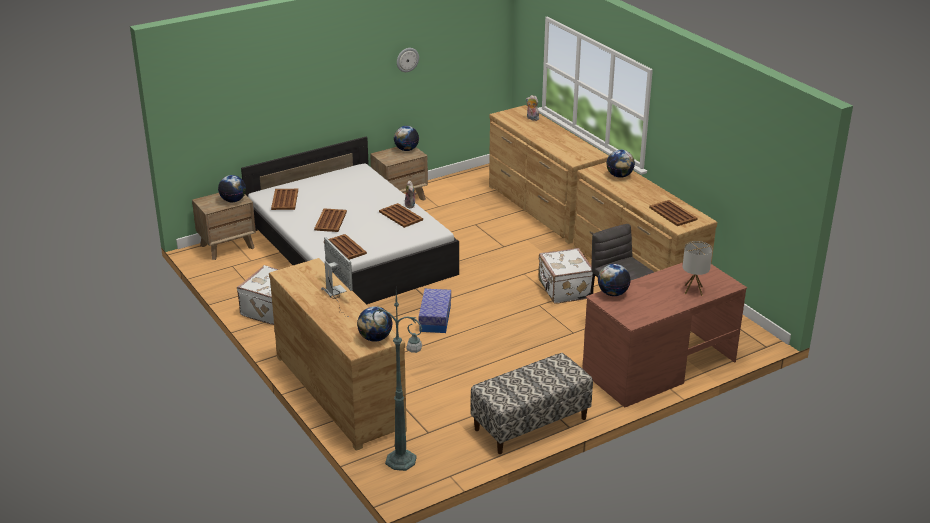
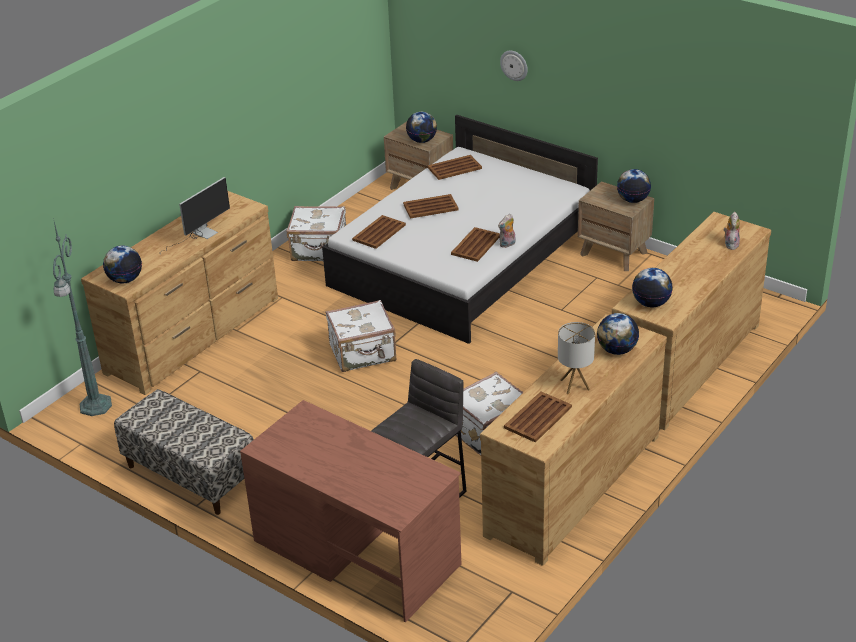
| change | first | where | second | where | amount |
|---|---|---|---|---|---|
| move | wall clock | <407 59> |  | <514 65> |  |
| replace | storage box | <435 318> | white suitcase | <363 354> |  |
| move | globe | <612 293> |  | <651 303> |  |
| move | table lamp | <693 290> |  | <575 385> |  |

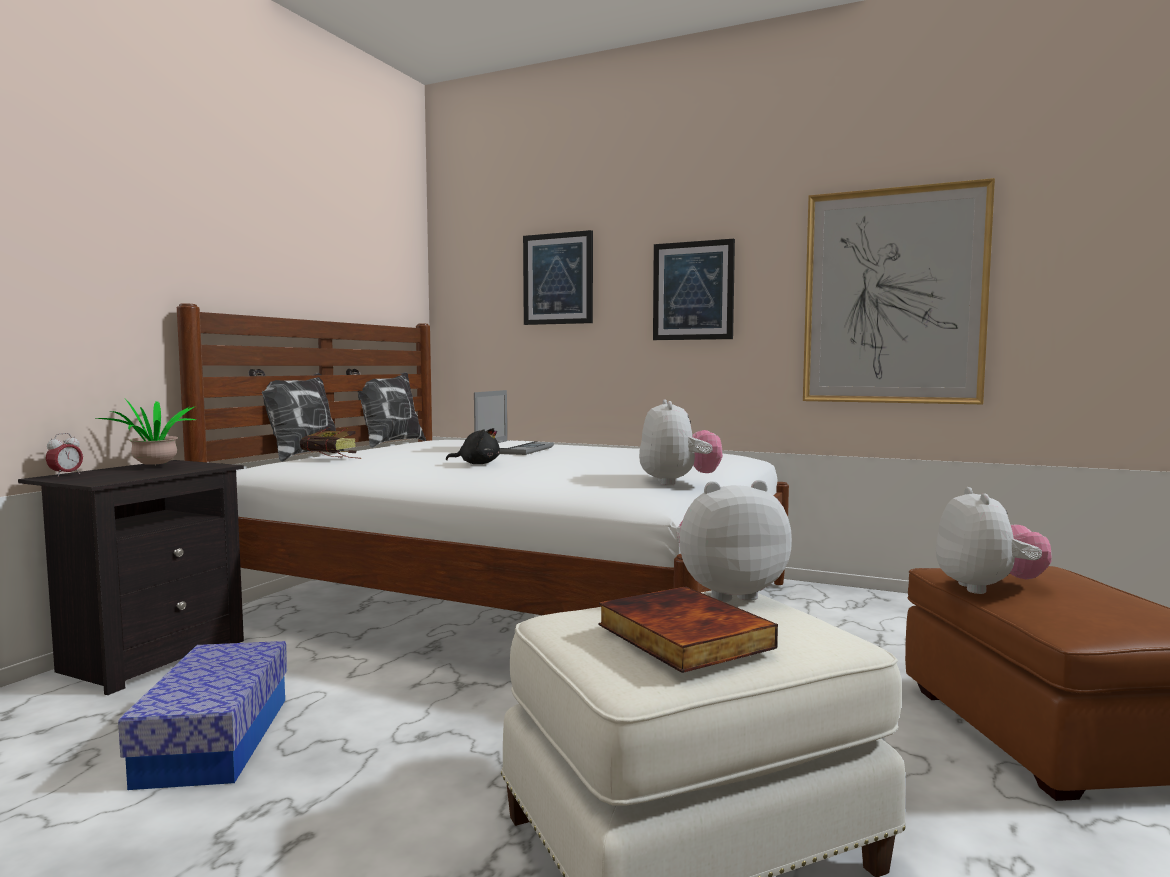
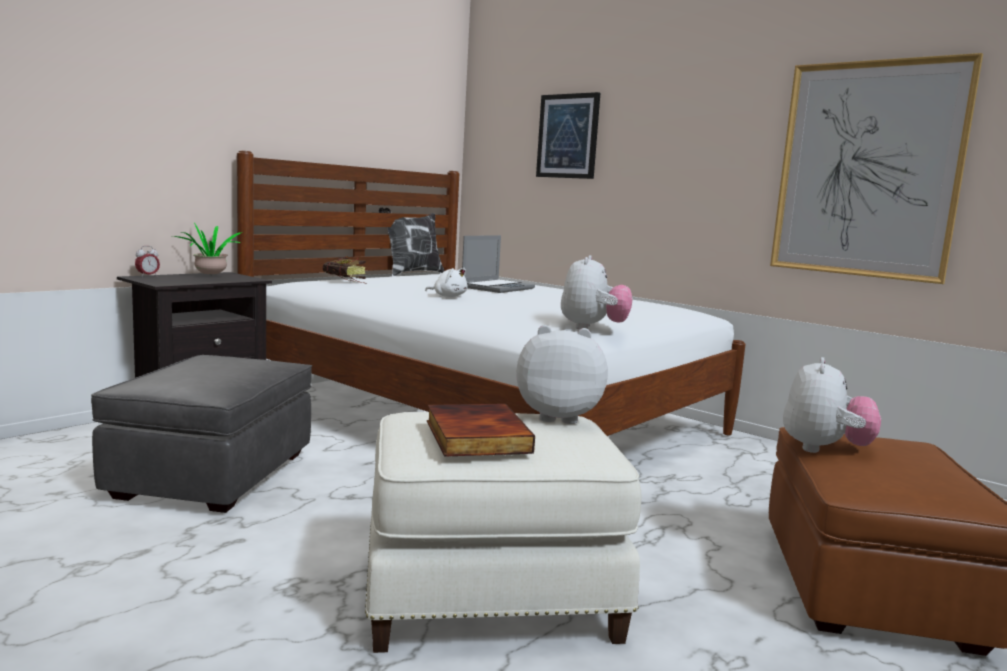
| change | first | where | second | where | amount |
|---|---|---|---|---|---|
| replace | storage box | <215 740> | grey ottoman | <214 475> |  |
| delete | pillow | <300 456> |  |  |  |
| recolor | black plush toy | <477 464> | white plush toy | <448 296> |  |
| delete | picture | <693 291> |  |  |  |

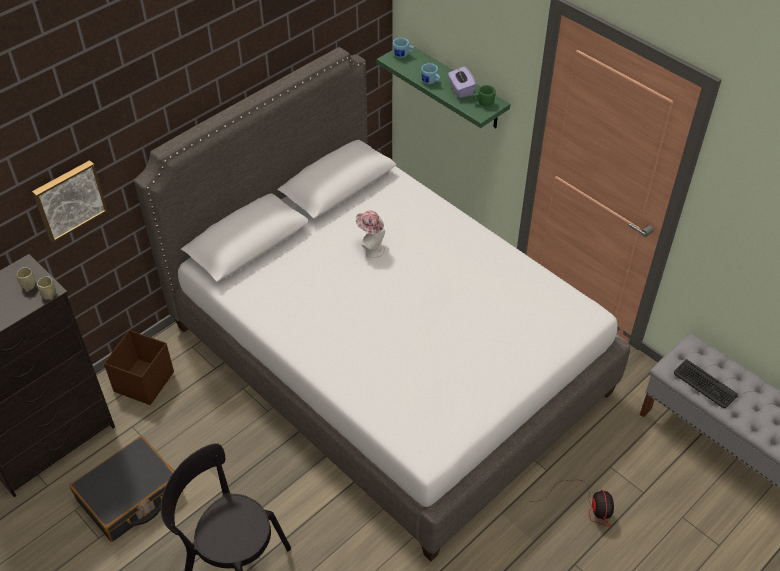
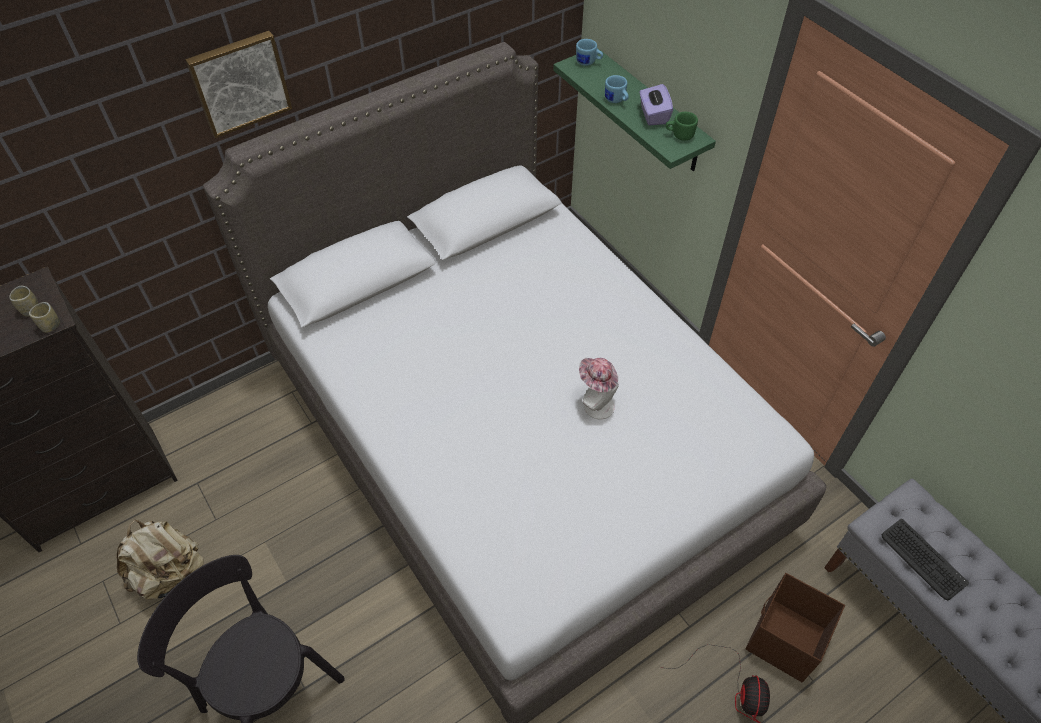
| change | first | where | second | where | amount |
|---|---|---|---|---|---|
| move | picture | <69 199> |  | <239 82> |  |
| replace | black suitcase | <130 496> | beige backpack | <171 574> |  |
| move | brown storage box | <143 382> |  | <784 640> |  |
| move | hat | <371 248> |  | <595 404> |  |

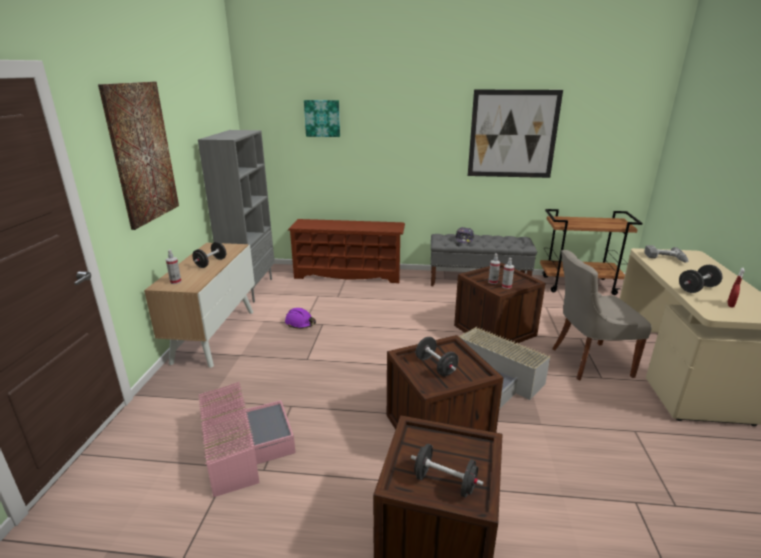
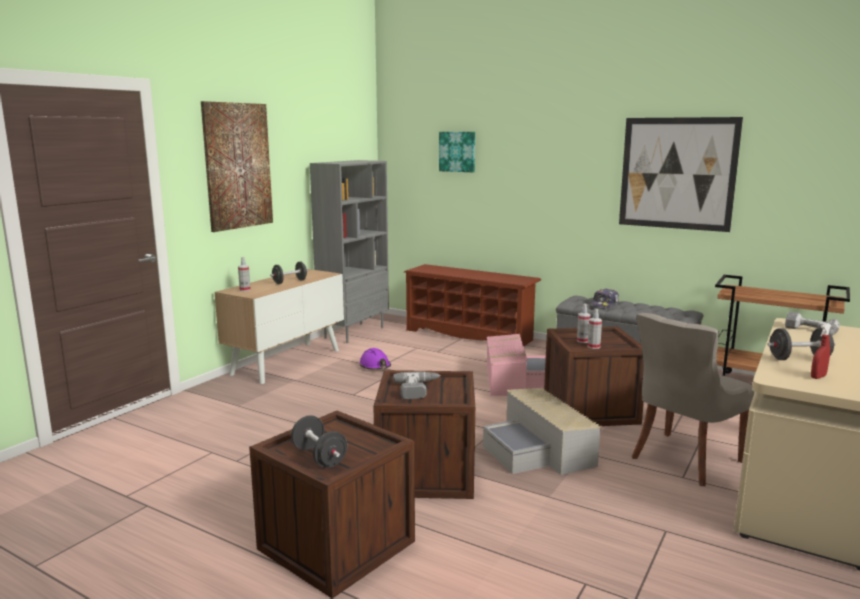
| change | first | where | second | where | amount |
|---|---|---|---|---|---|
| move | pink storage box | <243 446> |  | <515 379> |  |
| replace | black dumbbell | <436 366> | power drill | <419 389> |  |
| rotate | grey chair | <588 361> |  | <683 460> | 60 degrees counterclockwise |

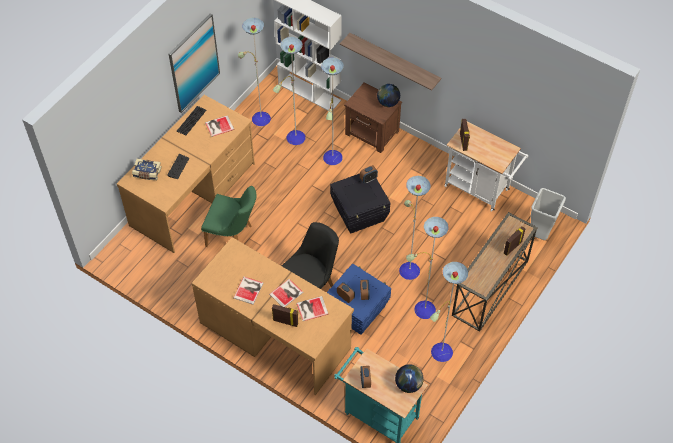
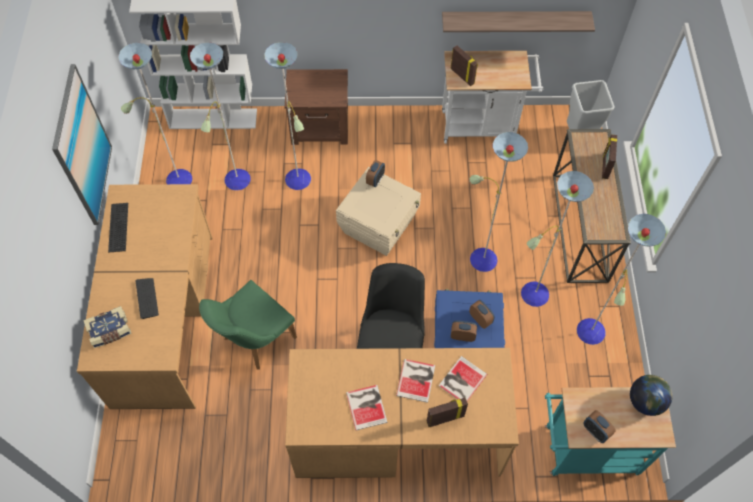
| change | first | where | second | where | amount |
|---|---|---|---|---|---|
| rotate | green chair | <233 236> |  | <254 341> | 150 degrees clockwise |
| delete | book | <218 126> |  |  |  |
| recolor | black storage box | <360 213> | beige storage box | <379 226> |  |
| move | shelf | <394 61> |  | <515 20> |  |
| delete | globe | <388 103> |  |  |  |

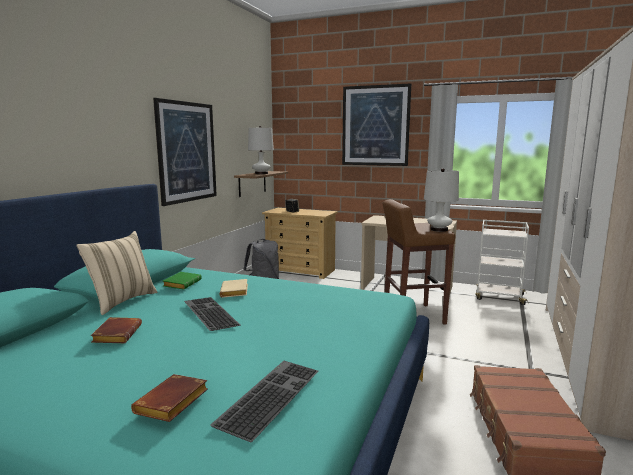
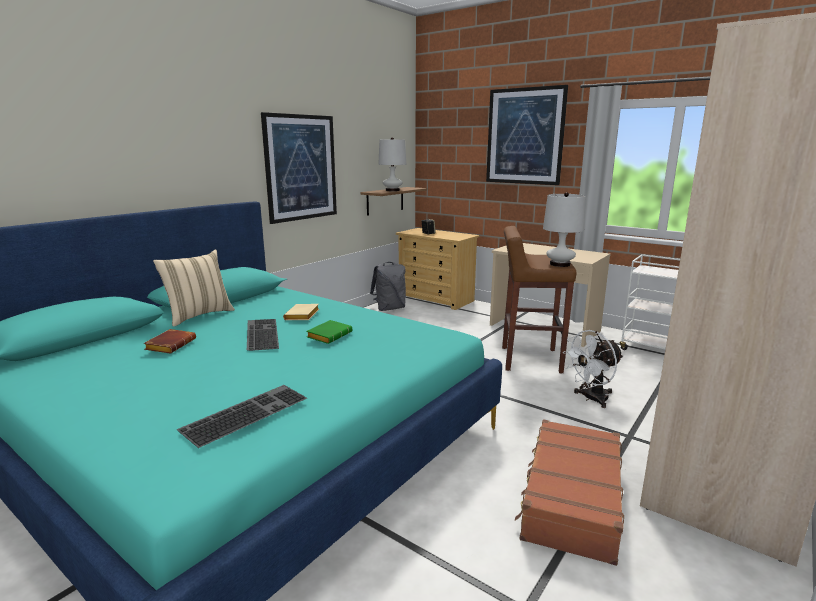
| change | first | where | second | where | amount |
|---|---|---|---|---|---|
| delete | brown book | <172 404> |  |  |  |
| move | green book | <182 283> |  | <329 335> |  |
| insert |  |  | white fan | <591 399> |  |

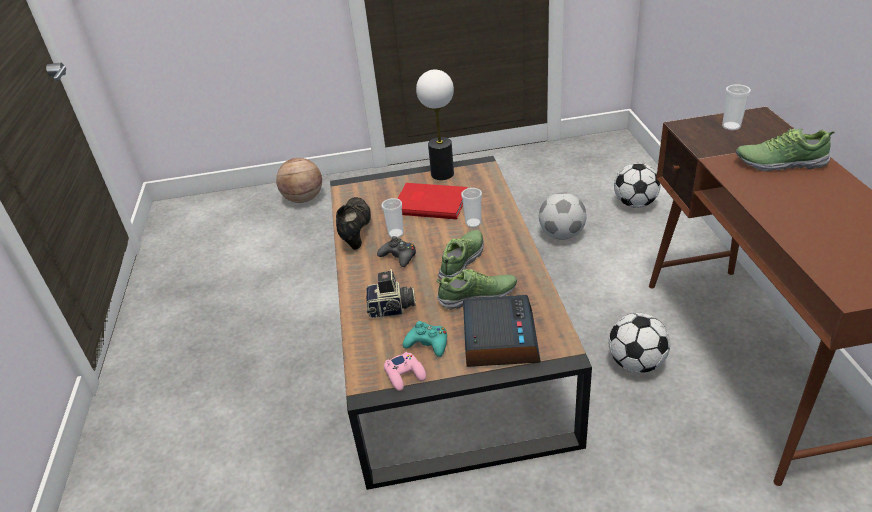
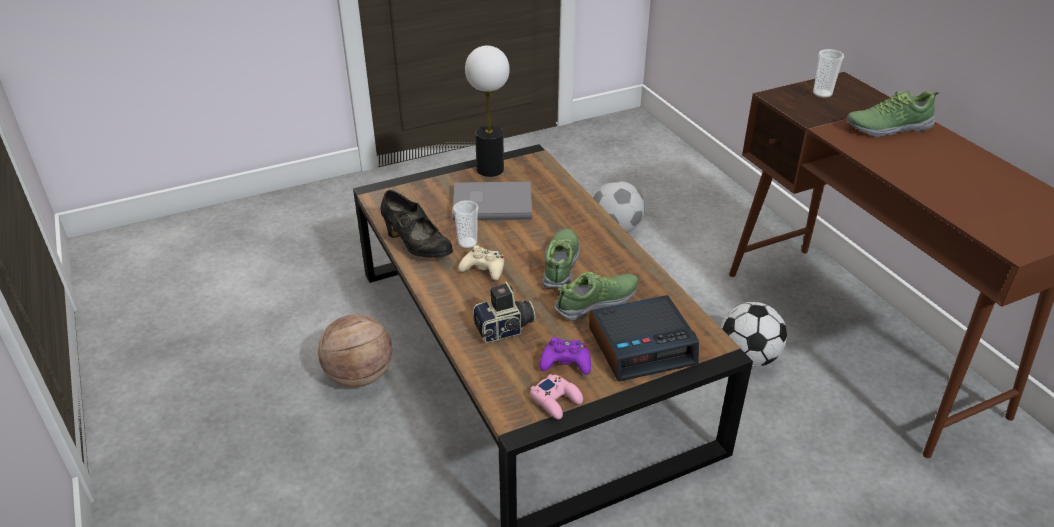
| change | first | where | second | where | amount |
|---|---|---|---|---|---|
| move | basketball | <303 199> |  | <359 376> |  |
| rotate | black shoe | <355 232> |  | <416 246> | 150 degrees clockwise |
| recolor | black game controller | <399 256> | beige game controller | <484 269> |  |
| recolor | red book | <430 202> | grey book | <491 203> |  |
| recolor | turquoise game controller | <428 343> | purple game controller | <566 362> |  |
| delete | cup | <473 223> |  |  |  |
| rotate | alarm clock | <499 338> |  | <642 345> | 90 degrees clockwise |
| delete | football | <635 204> |  |  |  |

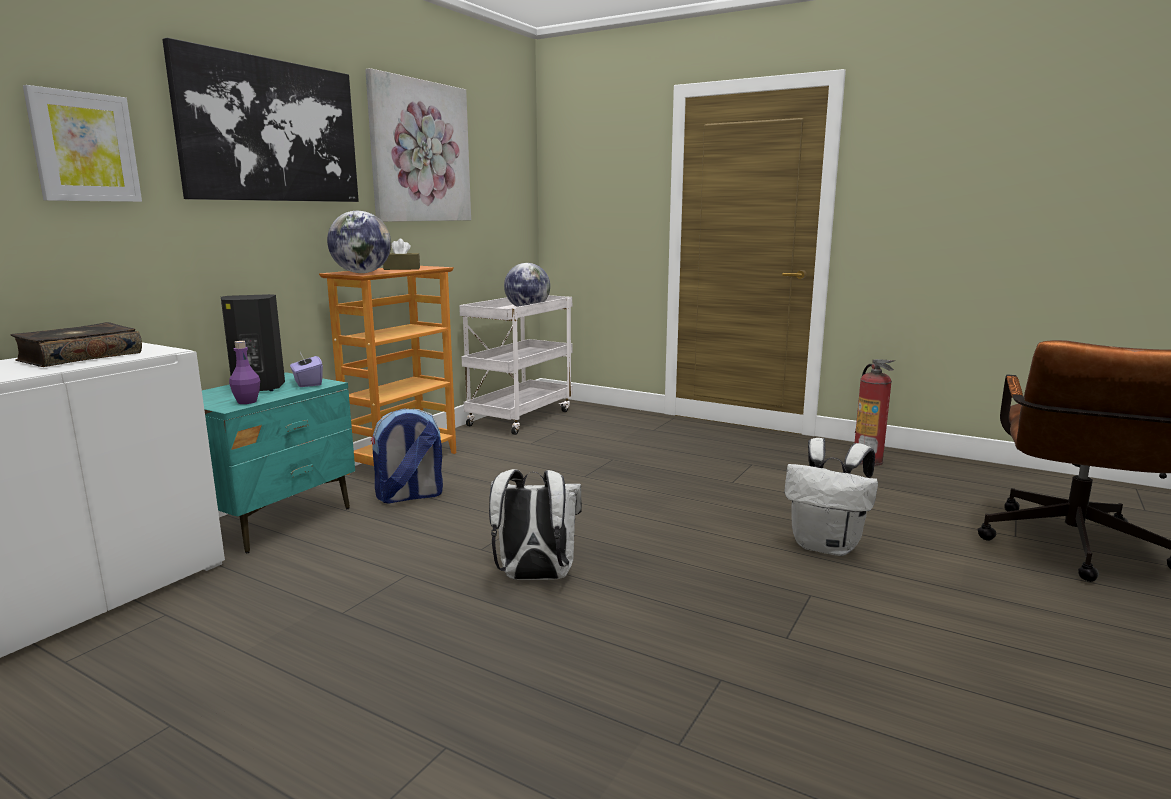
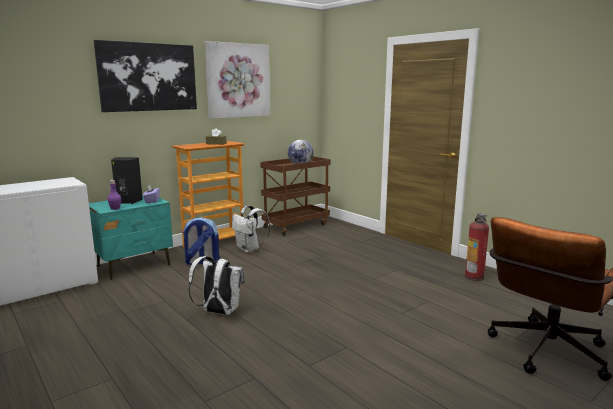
| change | first | where | second | where | amount |
|---|---|---|---|---|---|
| delete | book | <80 357> |  |  |  |
| delete | picture | <84 147> |  |  |  |
| delete | globe | <362 273> |  |  |  |
| recolor | white cart | <520 417> | brown cart | <296 225> |  |
| move | white backpack | <827 546> |  | <249 249> |  |

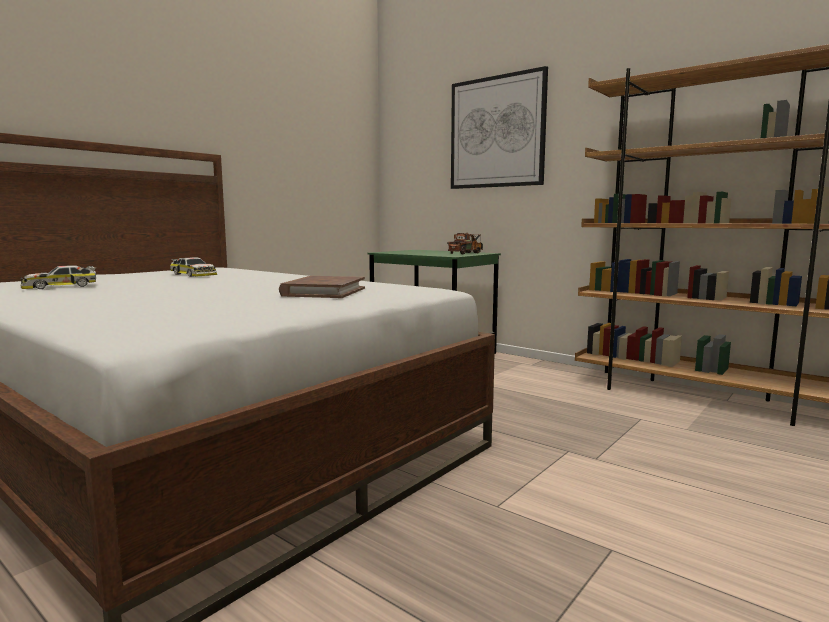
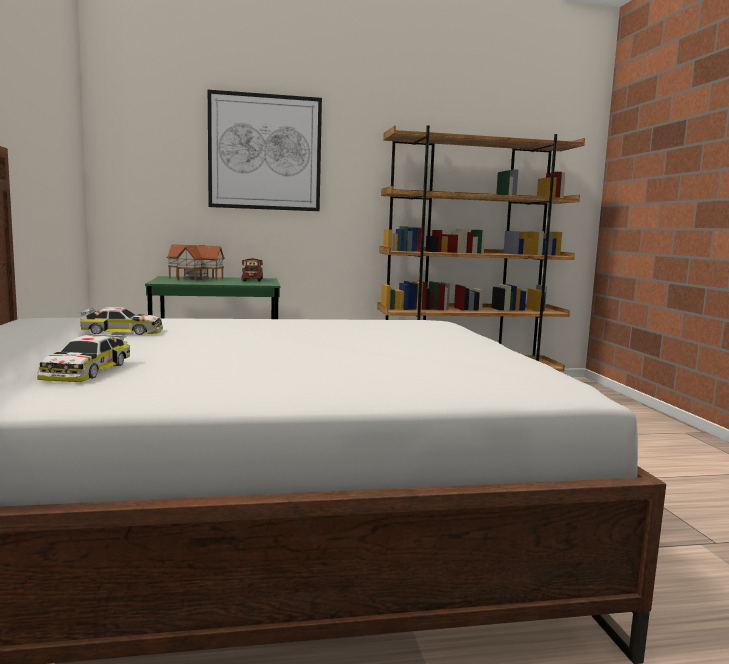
| change | first | where | second | where | amount |
|---|---|---|---|---|---|
| delete | brown book | <324 292> |  |  |  |
| insert |  |  | toy house | <195 278> |  |

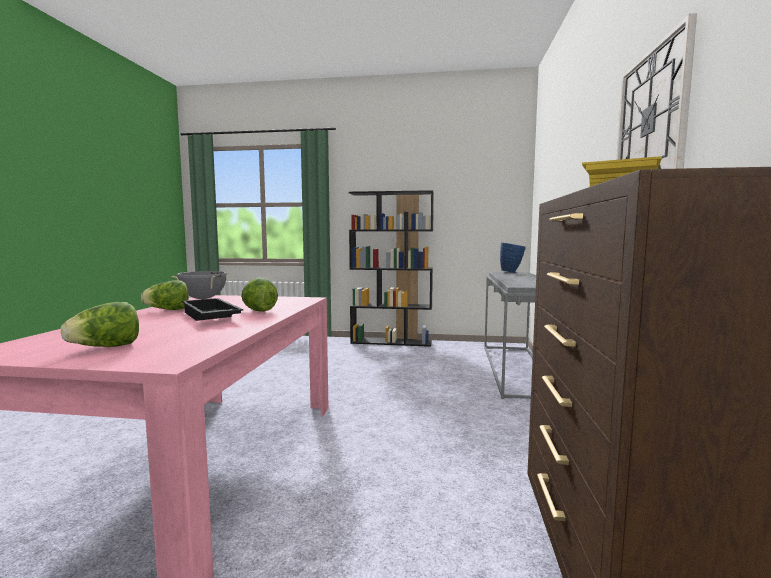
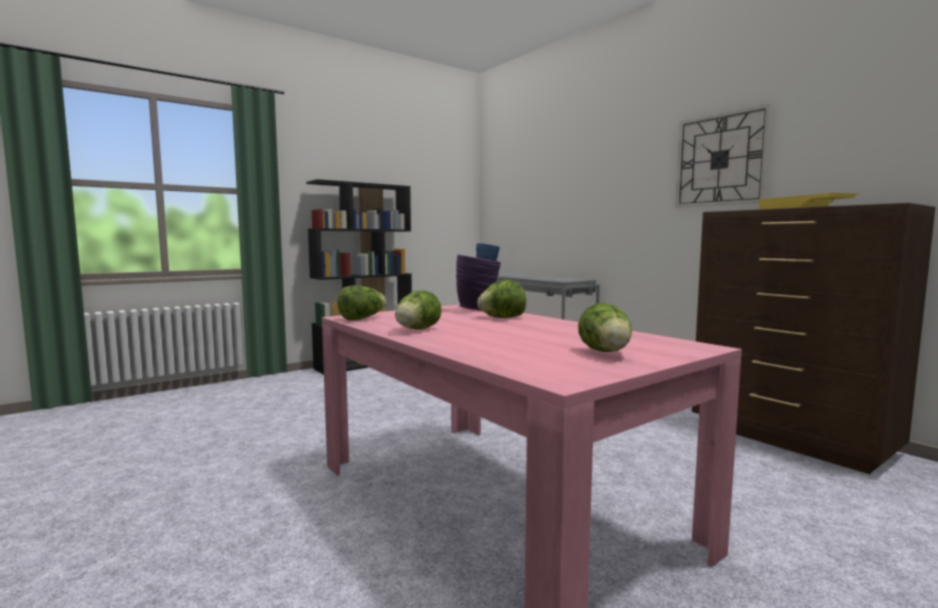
| change | first | where | second | where | amount |
|---|---|---|---|---|---|
| replace | grey cooking pot | <203 298> | lettuce | <362 319> |  |
| delete | black tray | <209 317> |  |  |  |
| insert |  |  | purple vase | <478 310> |  |

